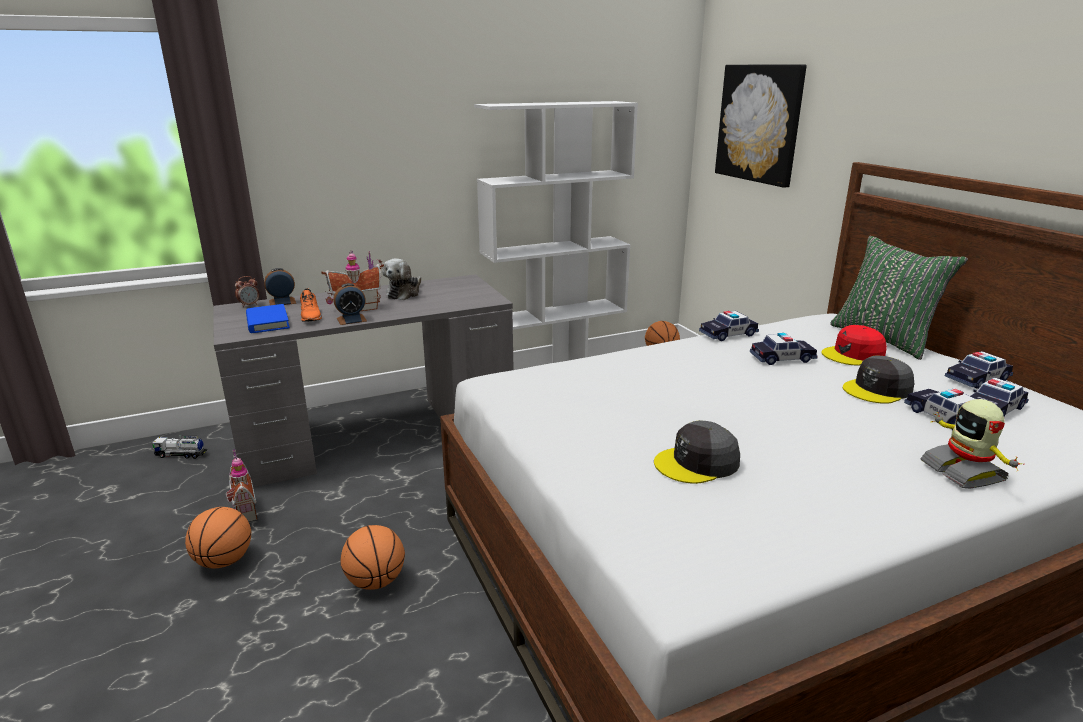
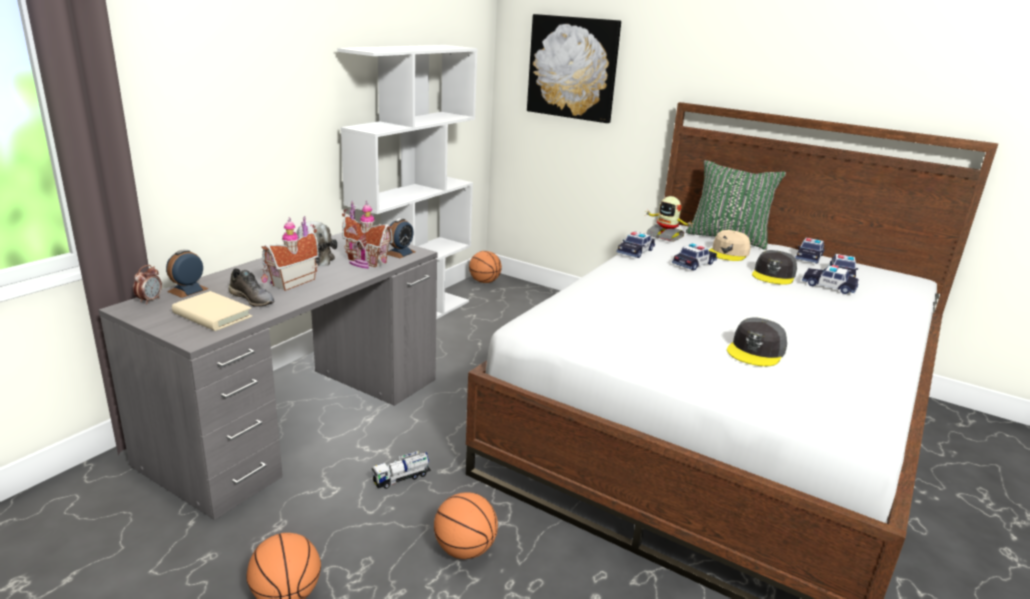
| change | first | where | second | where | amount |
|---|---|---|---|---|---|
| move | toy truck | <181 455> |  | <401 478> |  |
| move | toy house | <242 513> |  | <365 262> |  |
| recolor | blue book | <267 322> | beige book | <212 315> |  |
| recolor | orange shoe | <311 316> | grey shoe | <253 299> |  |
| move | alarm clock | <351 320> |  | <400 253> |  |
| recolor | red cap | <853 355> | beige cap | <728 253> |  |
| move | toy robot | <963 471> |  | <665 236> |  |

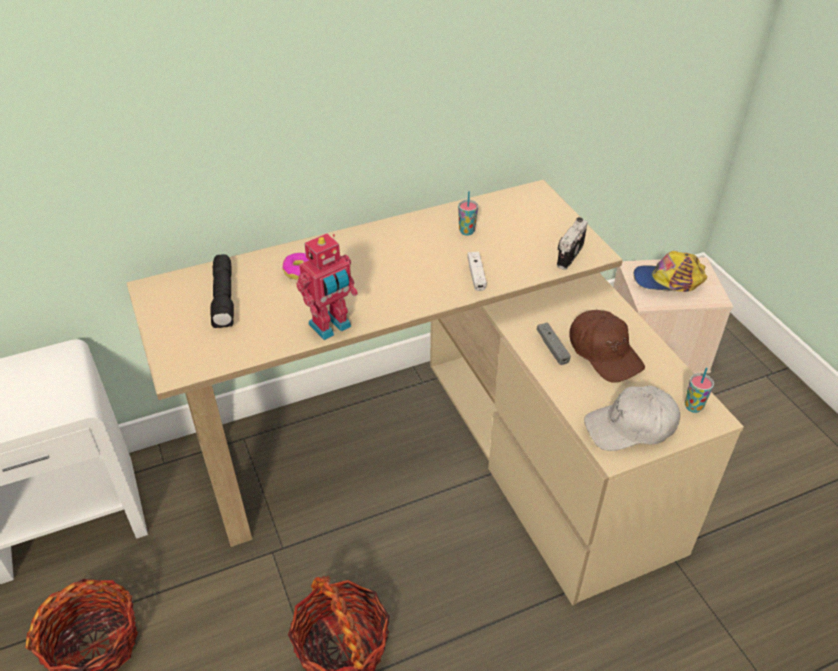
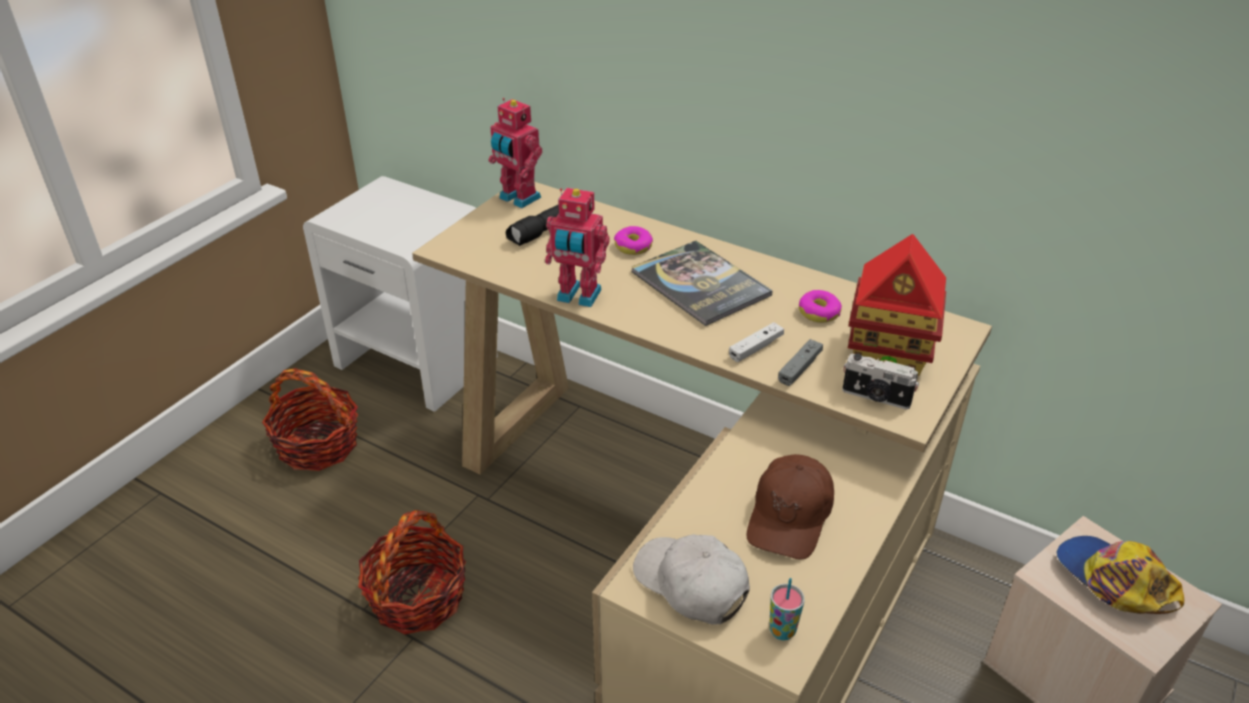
| change | first | where | second | where | amount |
|---|---|---|---|---|---|
| replace | cup | <467 231> | donut | <819 312> |  |
| move | grey game controller | <552 348> |  | <799 368> |  |
| rotate | photo camera | <568 254> |  | <876 398> | 150 degrees counterclockwise |
| insert |  |  | toy robot | <518 199> |  |
| insert |  |  | book | <700 284> |  |
| insert |  |  | toy house | <889 353> |  |

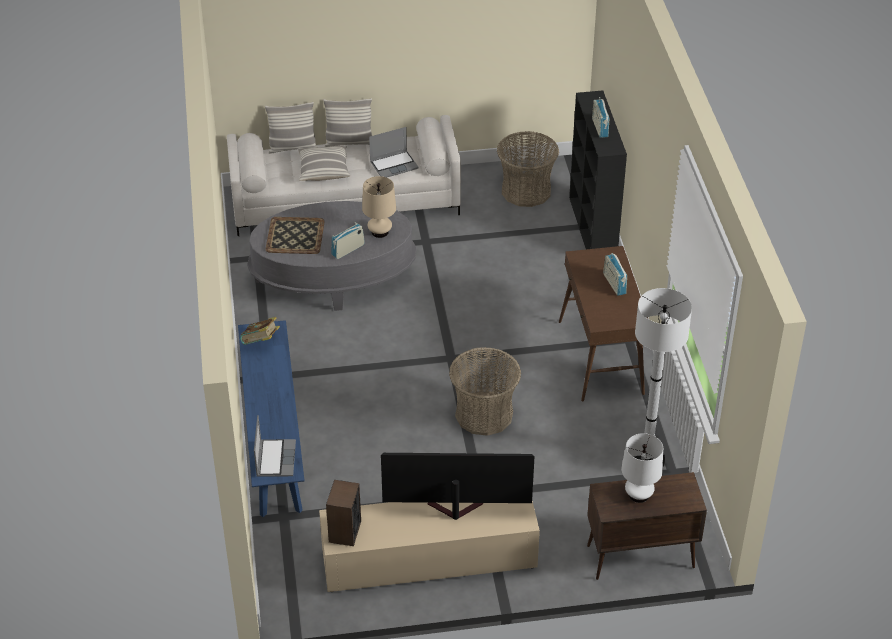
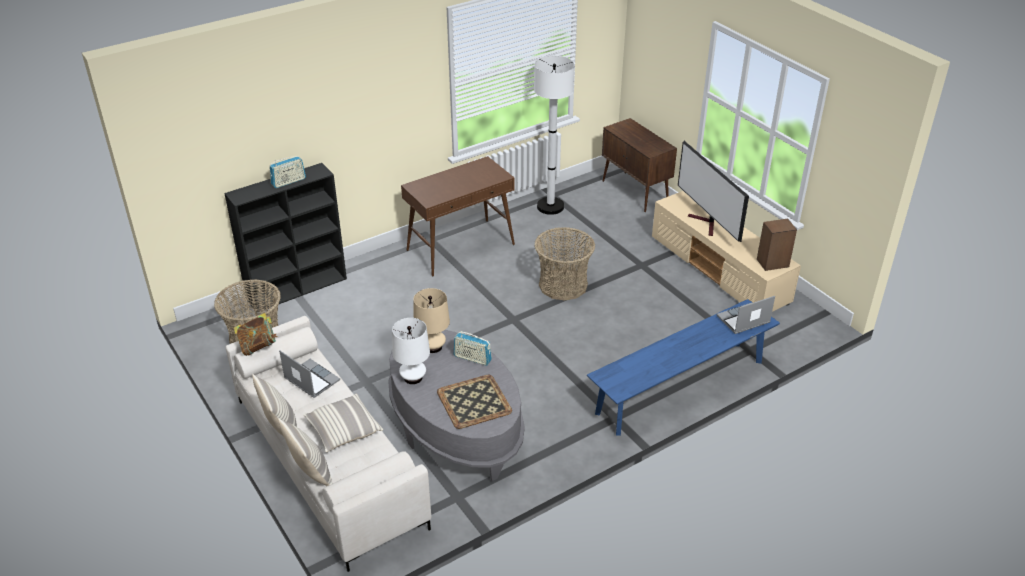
| change | first | where | second | where | amount |
|---|---|---|---|---|---|
| move | book | <260 343> |  | <258 346> |  |
| delete | radio | <614 284> |  |  |  |
| move | white table lamp | <638 495> |  | <413 377> |  |

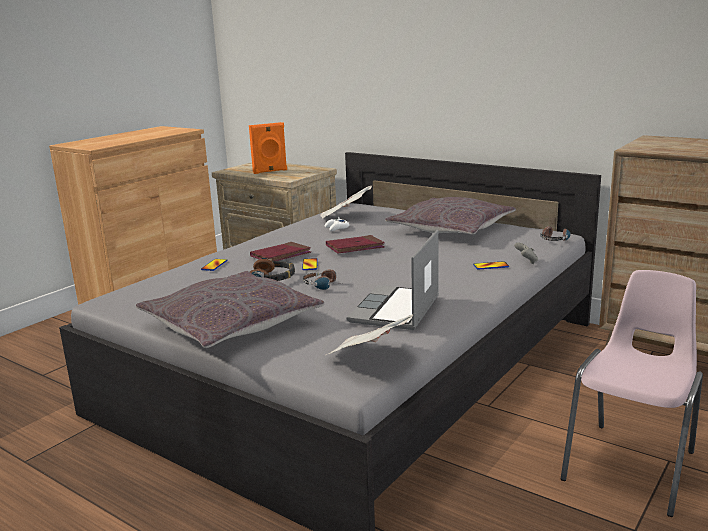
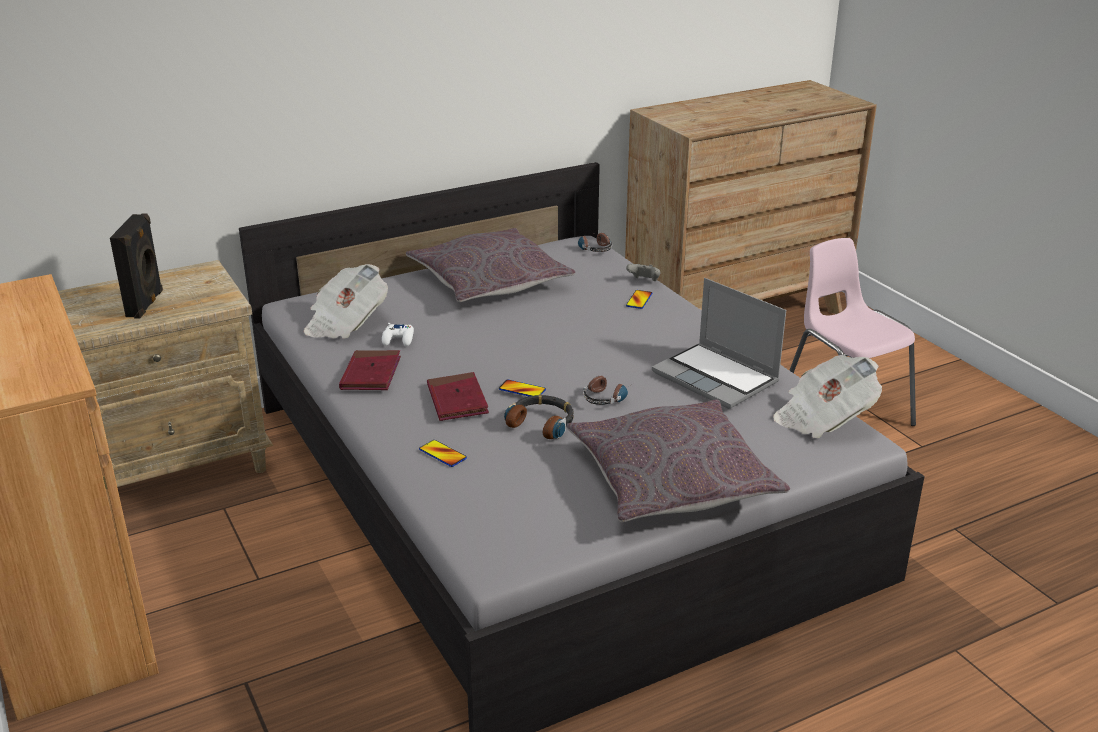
| change | first | where | second | where | amount |
|---|---|---|---|---|---|
| recolor | orange speaker | <270 171> | black speaker | <146 304> |  |
| move | red book | <355 247> |  | <371 374> |  |

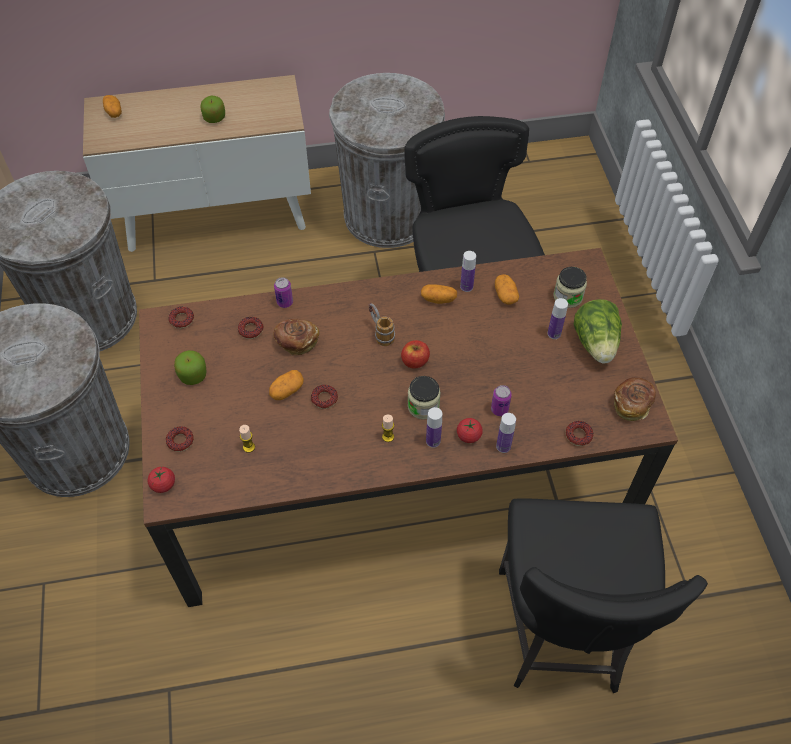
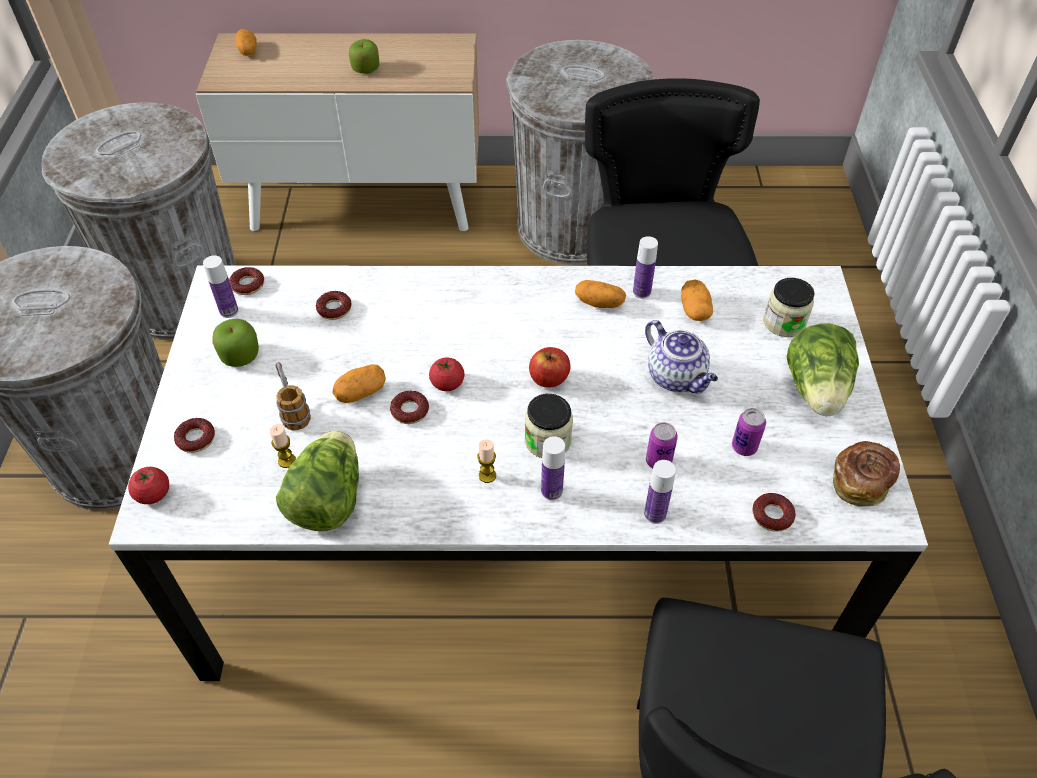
| change | first | where | second | where | amount |
|---|---|---|---|---|---|
| recolor | brown dining table | <393 474> | white dining table | <516 545> |  |
| delete | bread | <296 342> |  |  |  |
| move | can | <285 302> |  | <744 447> |  |
| move | mug | <380 333> |  | <292 409> |  |
| move | tomato | <468 436> |  | <447 383> |  |
| move | bottle | <554 333> |  | <229 311> |  |
| insert |  |  | lettuce | <328 499> |  |
| insert |  |  | teapot | <677 377> |  |

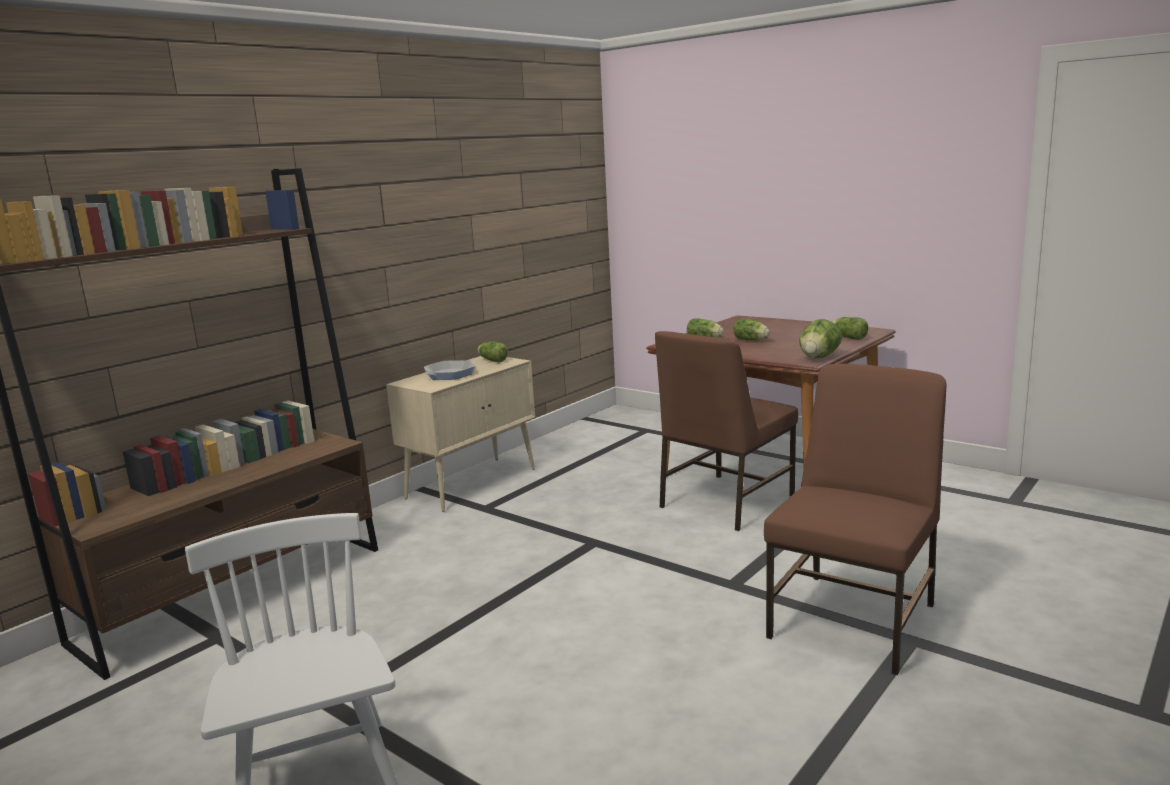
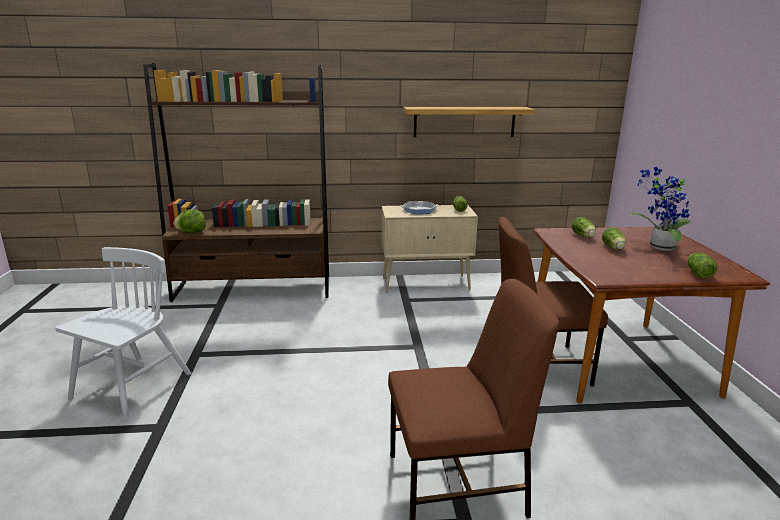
| change | first | where | second | where | amount |
|---|---|---|---|---|---|
| move | lettuce | <819 357> |  | <191 232> |  |
| insert |  |  | shelf | <464 121> |  |
| insert |  |  | potted plant | <658 247> |  |

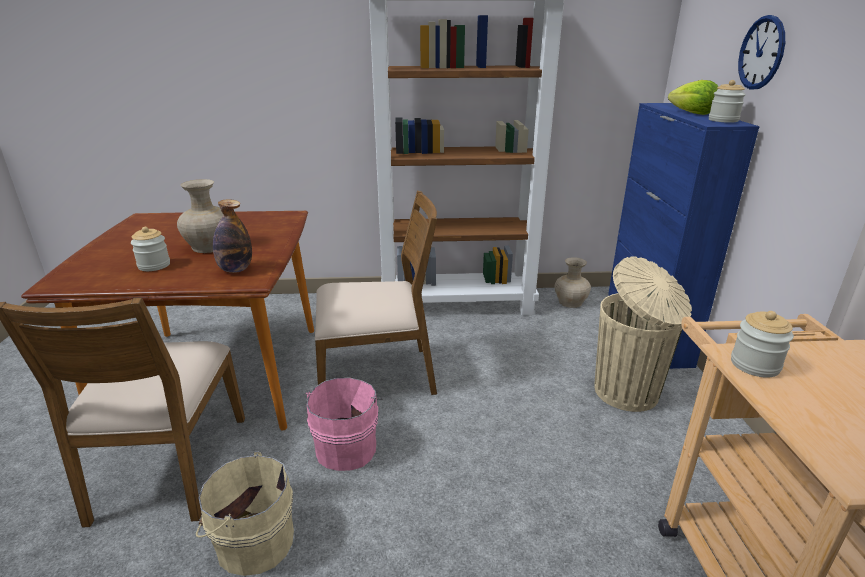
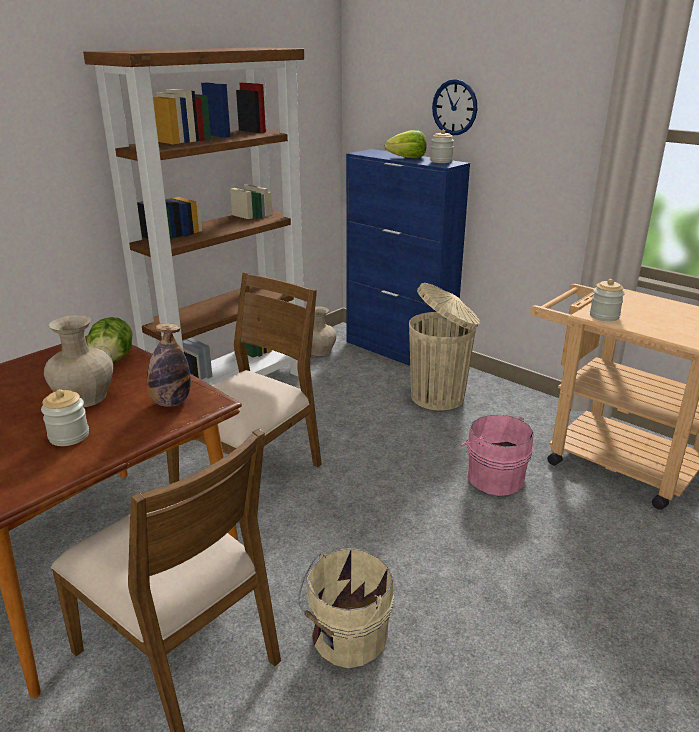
| change | first | where | second | where | amount |
|---|---|---|---|---|---|
| move | pink bucket | <347 446> |  | <494 477> |  |
| insert |  |  | lettuce | <112 360> |  |

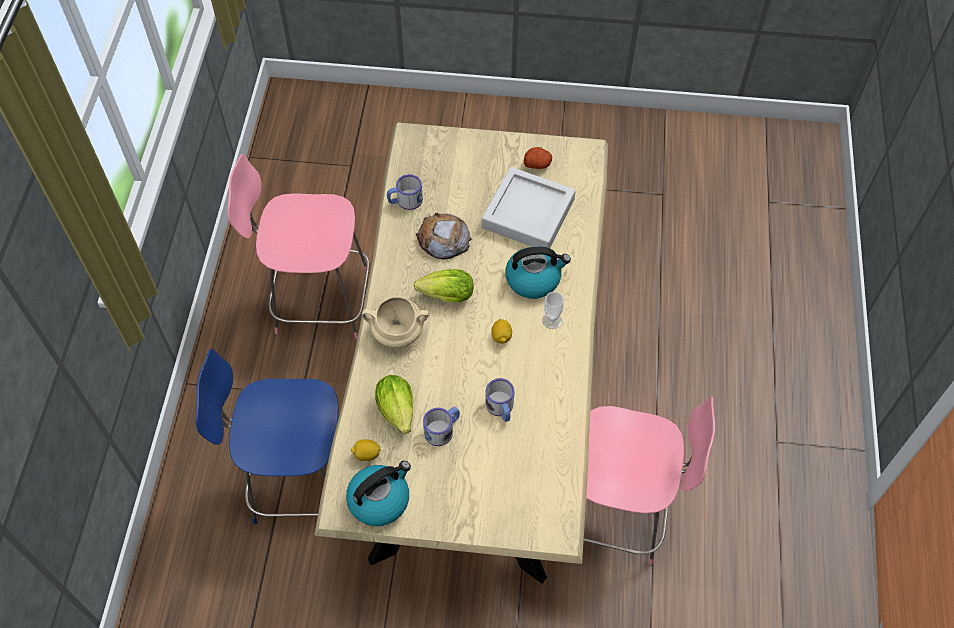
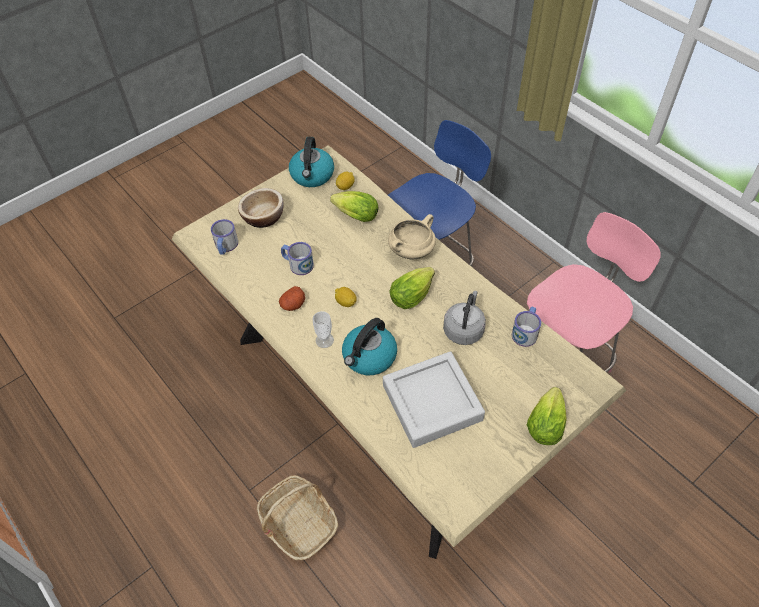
| change | first | where | second | where | amount |
|---|---|---|---|---|---|
| replace | bread | <443 239> | grey kettle | <464 329> |  |
| move | mug | <443 429> |  | <225 246> |  |
| move | potato | <537 164> |  | <293 304> |  |
| delete | pink chair | <616 513> |  |  |  |
| insert |  |  | bowl | <263 217> |  |
| insert |  |  | basket | <298 522> |  |
| insert |  |  | lettuce | <546 422> |  |

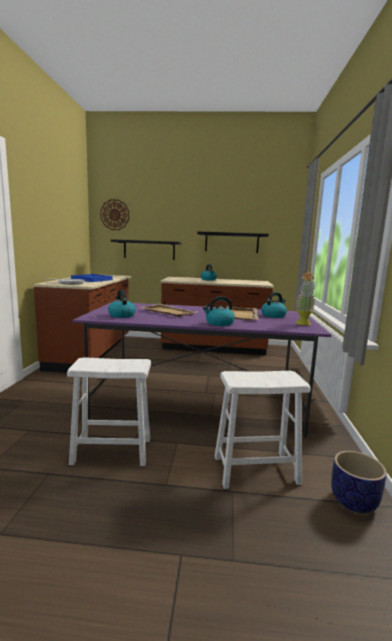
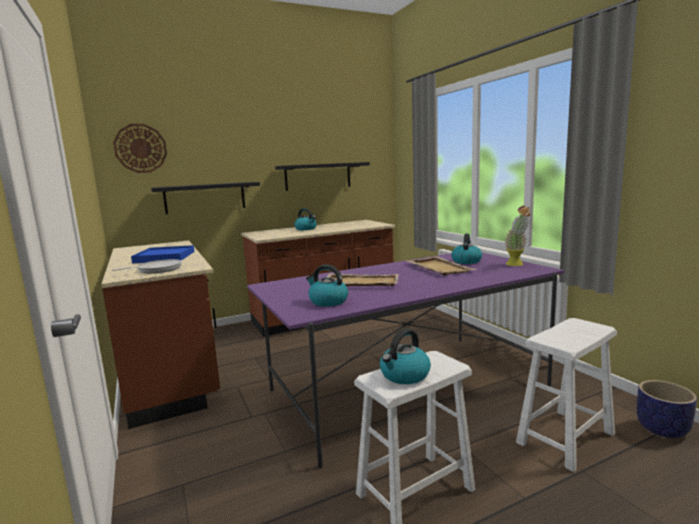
| change | first | where | second | where | amount |
|---|---|---|---|---|---|
| move | kettle | <219 323> |  | <404 375> |  |

